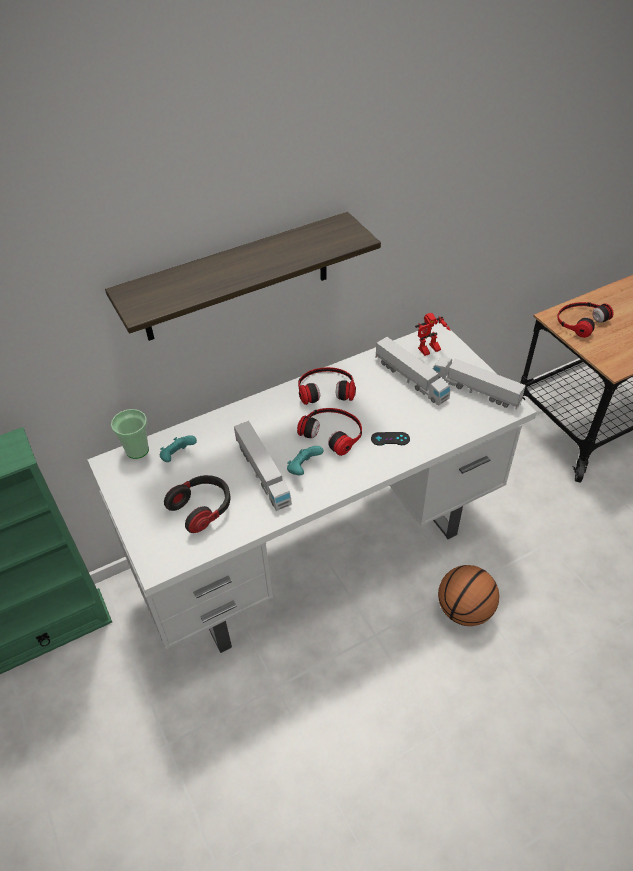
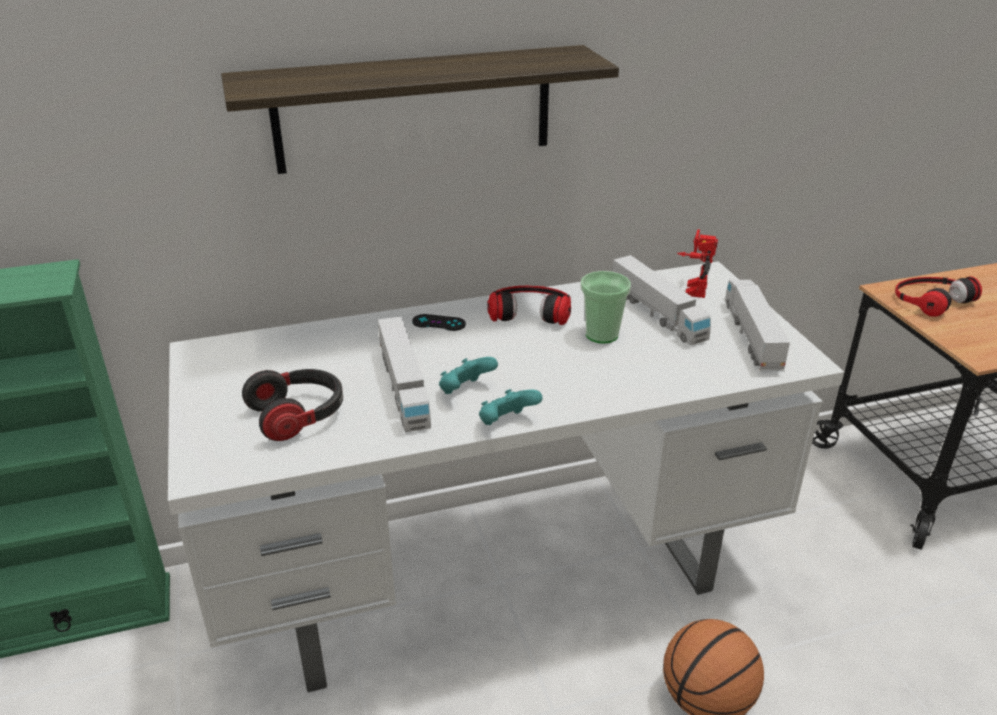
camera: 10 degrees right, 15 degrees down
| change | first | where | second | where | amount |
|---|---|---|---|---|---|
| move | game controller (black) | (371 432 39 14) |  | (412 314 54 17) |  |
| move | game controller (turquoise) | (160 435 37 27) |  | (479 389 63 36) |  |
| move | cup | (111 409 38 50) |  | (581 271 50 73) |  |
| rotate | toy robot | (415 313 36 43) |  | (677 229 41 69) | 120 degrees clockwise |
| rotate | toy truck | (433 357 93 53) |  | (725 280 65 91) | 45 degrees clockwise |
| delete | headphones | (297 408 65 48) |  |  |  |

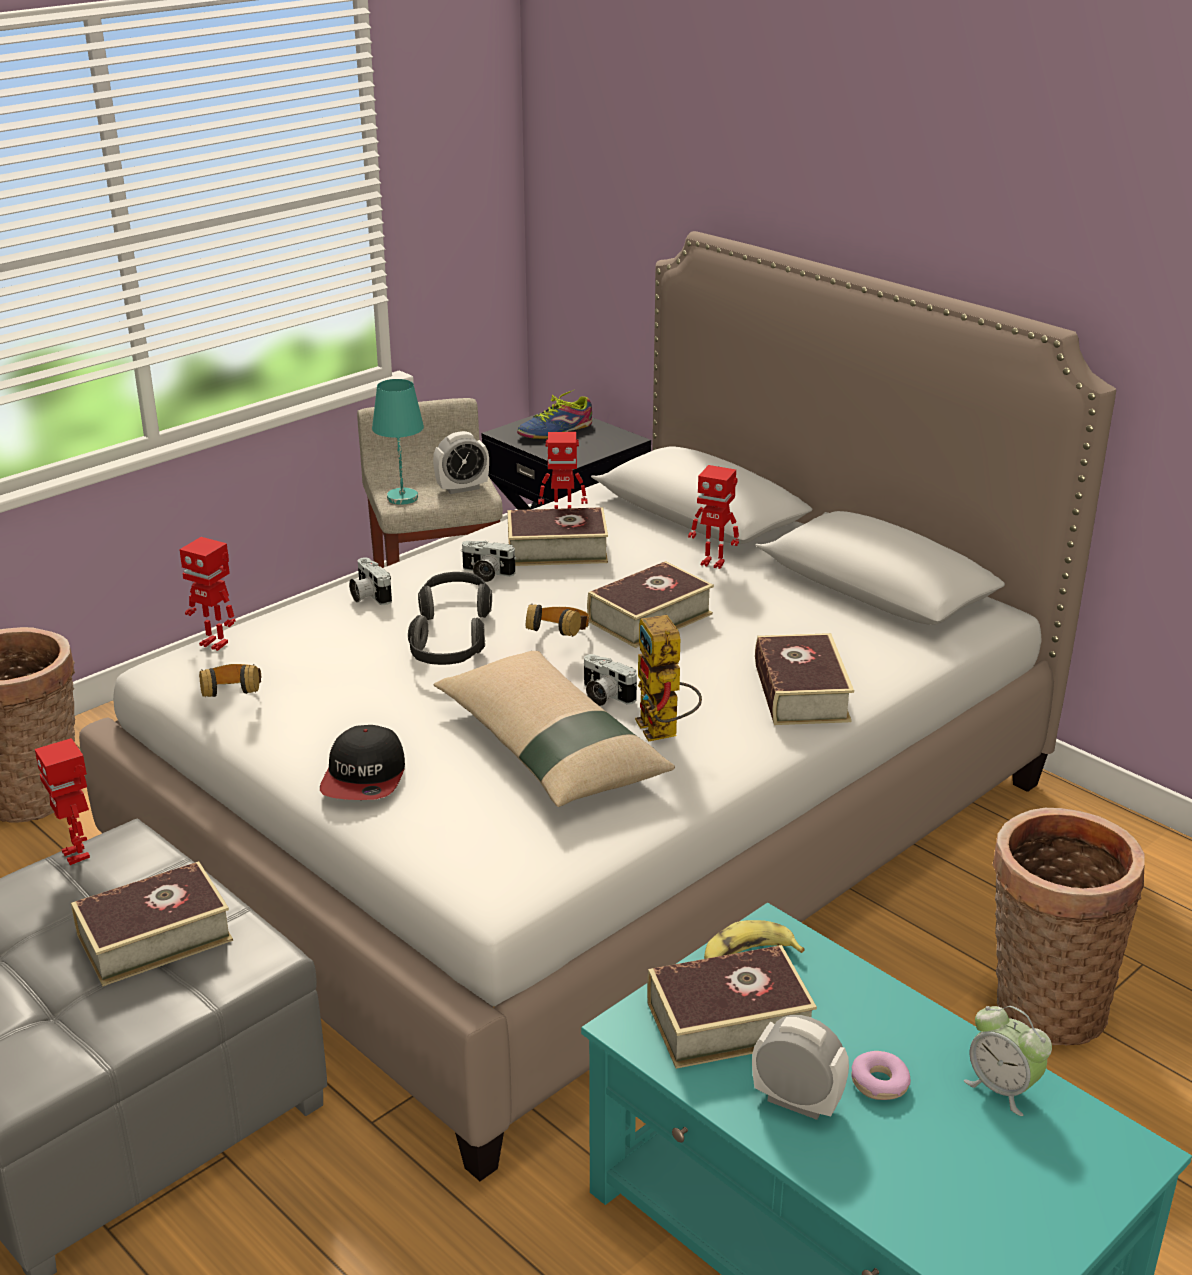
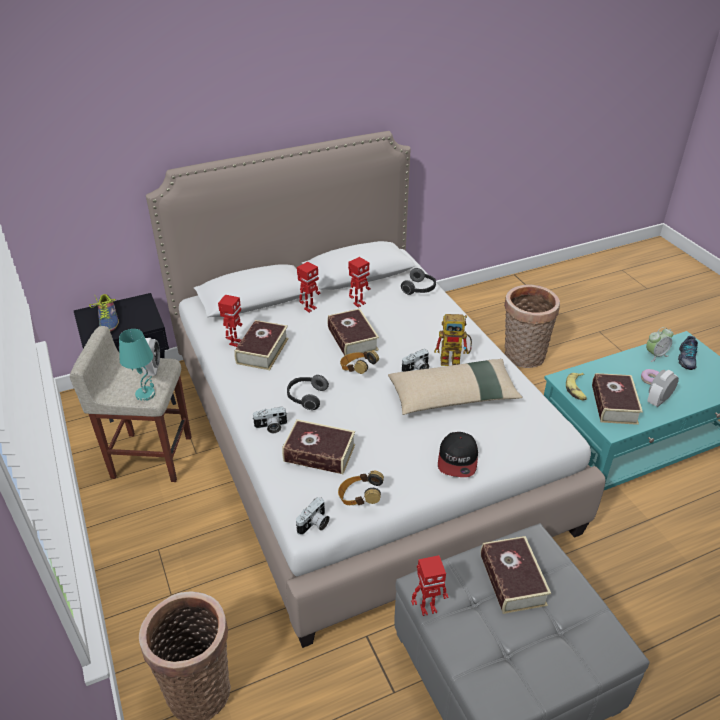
camera: 70 degrees left, 10 degrees up
| change | first | where | second | where | amount |
|---|---|---|---|---|---|
| move | book | (755 633 99 92) |  | (282 419 73 55) |  |
| move | photo camera | (461 541 56 41) |  | (296 497 34 38) |  |
| move | toy robot | (179 537 57 114) |  | (348 257 23 51) |  |
| move | headphones | (408 615 77 50) |  | (401 268 35 27) |  |
| rotate | cap | (320 725 85 75) |  | (438 432 40 45) | 75 degrees clockwise |
| insert |  |  | shoe | (678 336 20 34) |  |

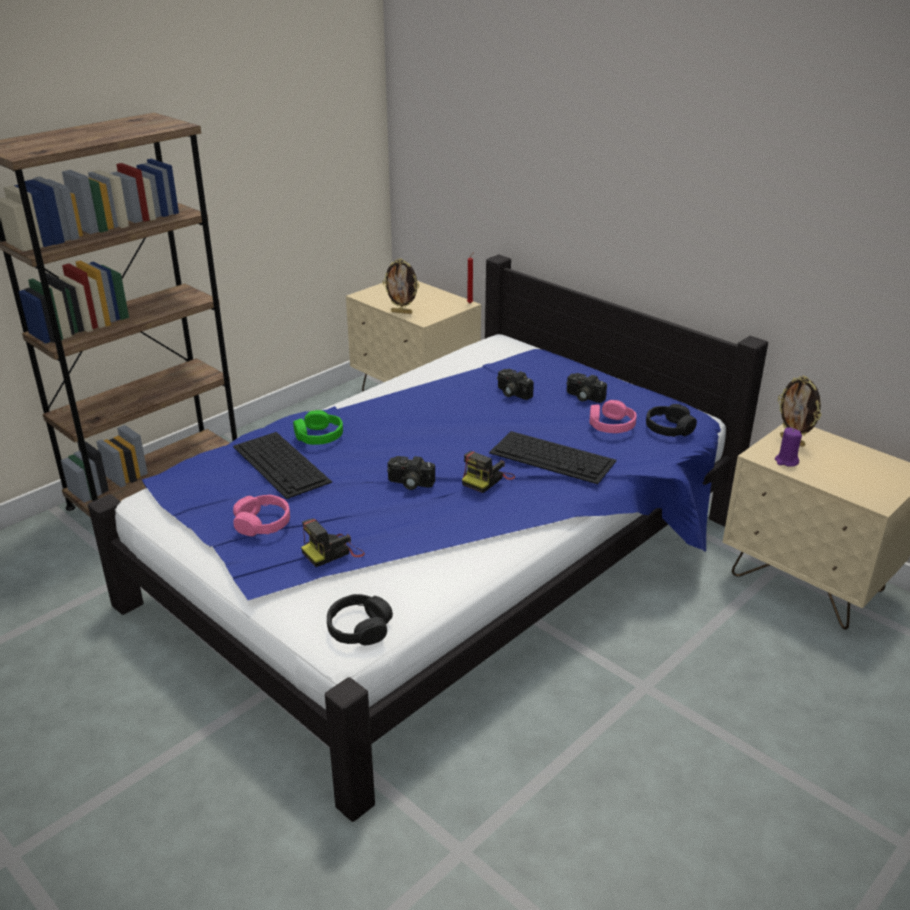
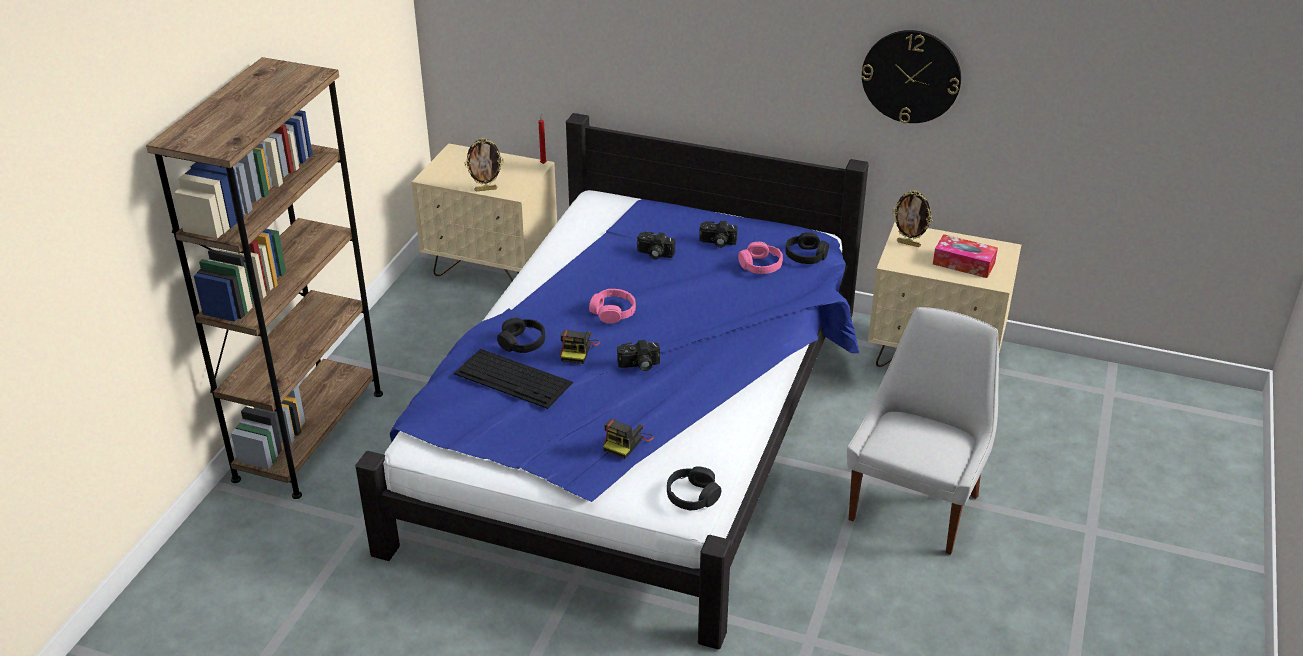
camera: 25 degrees left, 5 degrees up
| change | first | where | second | where | amount |
|---|---|---|---|---|---|
| recolor | headphones (green) | (293 410 50 35) | headphones (black) | (497 318 48 35) |  |
| move | photo camera | (462 451 53 42) |  | (559 330 41 34) |  |
| move | headphones (pink) | (233 495 57 41) |  | (589 289 47 34) |  |
| insert |  |  | chair (white) | (847 307 152 248) |  |
| insert |  |  | wall clock | (862 30 99 93) |  |
| insert |  |  | tissue box | (933 234 65 44) |  |
| delete | keyboard | (489 431 128 53) |  |  |  |
| delete | candle (purple) | (775 427 27 40) |  |  |  |

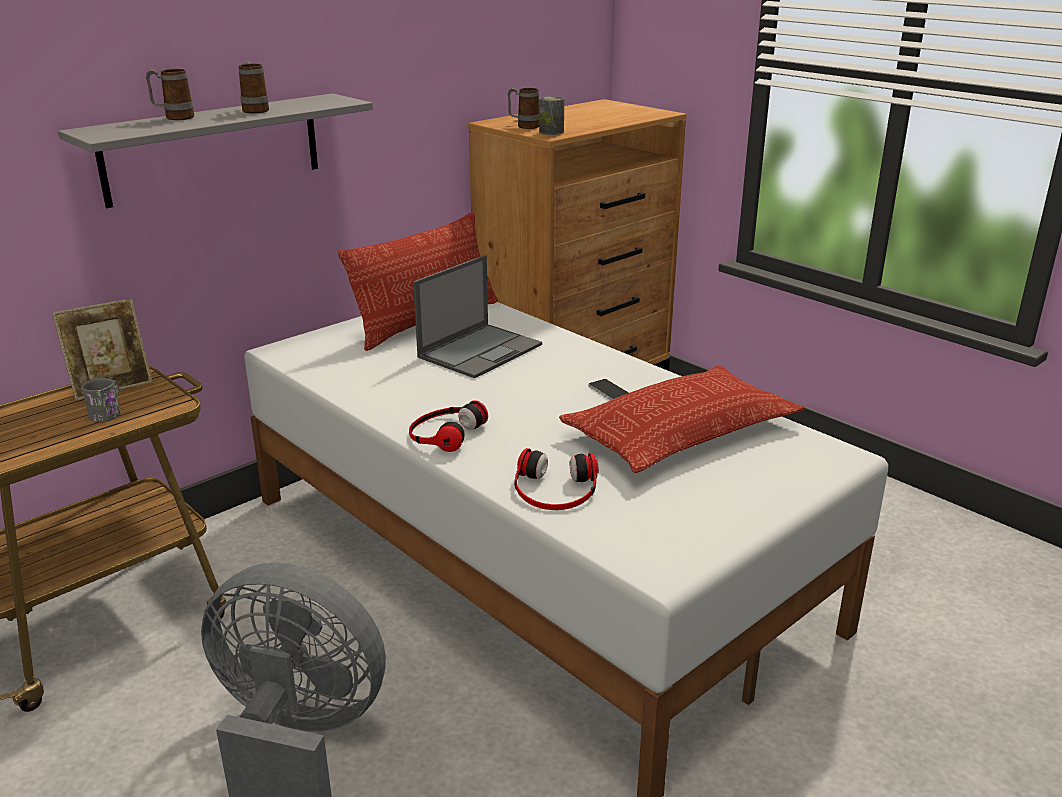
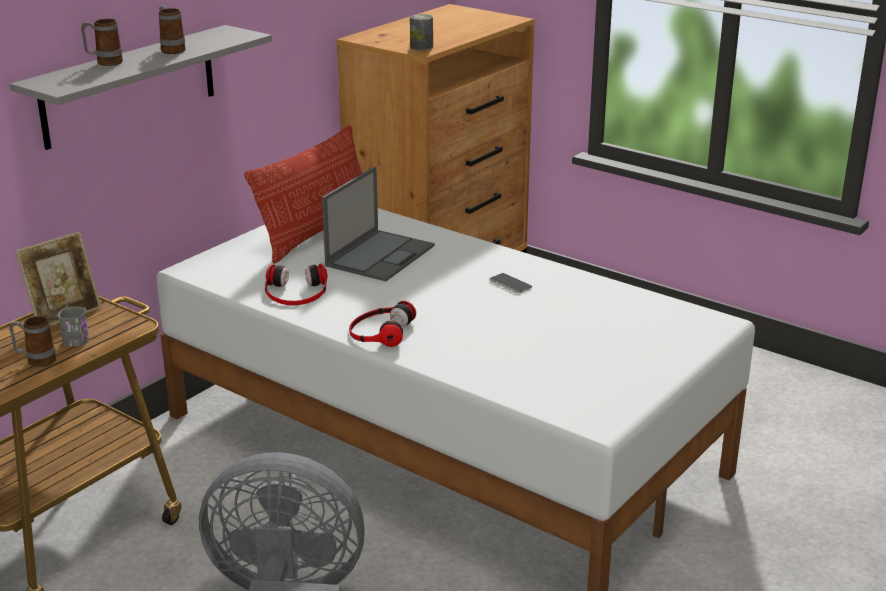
camera: 10 degrees left, 0 degrees up
| change | first | where | second | where | amount |
|---|---|---|---|---|---|
| move | mug | (508 88 31 41) |  | (9 316 47 51) |  |
| move | headphones | (514 448 85 62) |  | (265 264 63 41) |  |
| delete | pillow | (559 365 246 108) |  |  |  |

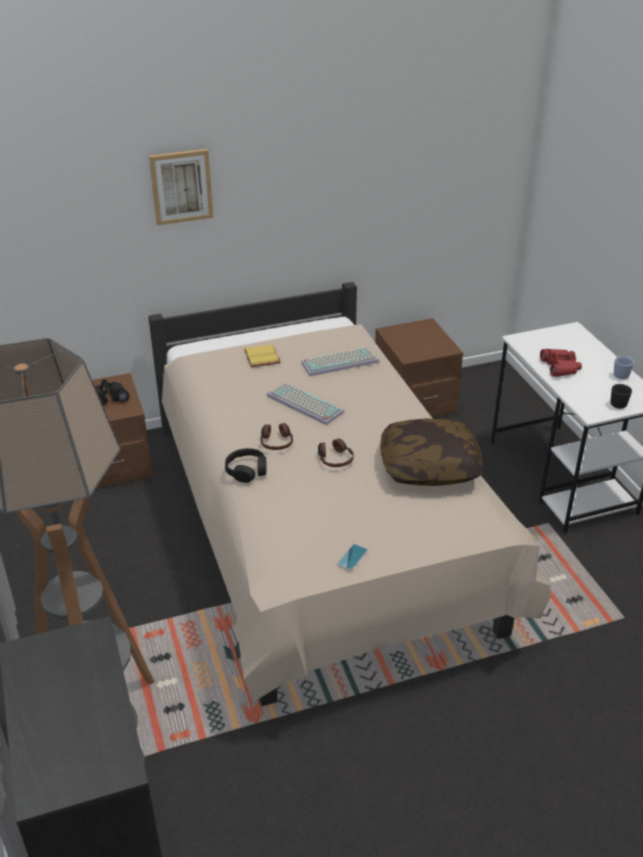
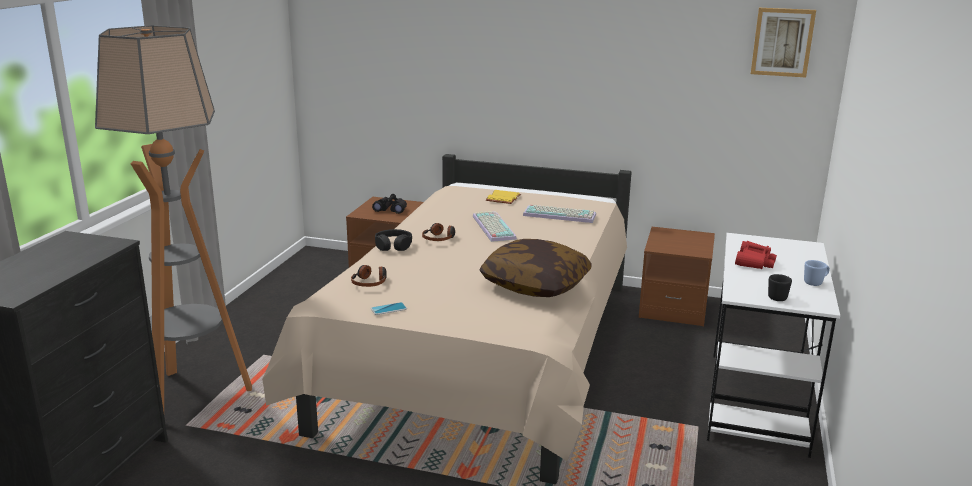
camera: 35 degrees right, 15 degrees down
| change | first | where | second | where | amount |
|---|---|---|---|---|---|
| move | headphones | (318 438 36 29) |  | (351 265 36 22) |  |
| move | picture | (149 149 64 76) |  | (751 8 65 69) |  |

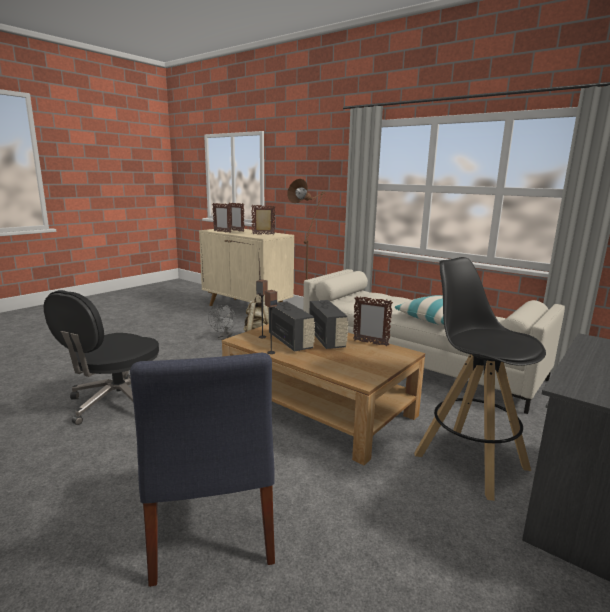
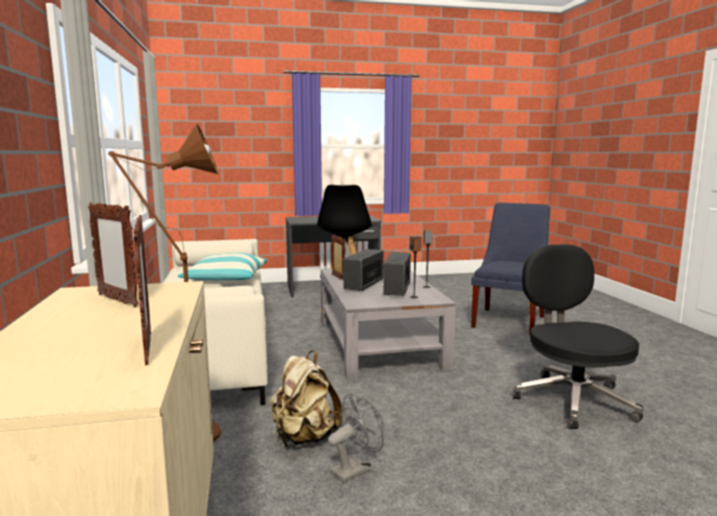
camera: 140 degrees left, 5 degrees down
| change | first | where | second | where | amount |
|---|---|---|---|---|---|
| recolor | coffee table (brown) | (222 324 203 141) | coffee table (grey) | (321 266 135 114) |  |
| rotate | office chair (black) | (44 290 115 135) |  | (512 244 132 185) | 75 degrees counterclockwise |
| delete | picture frame | (228 203 16 29) |  |  |  |

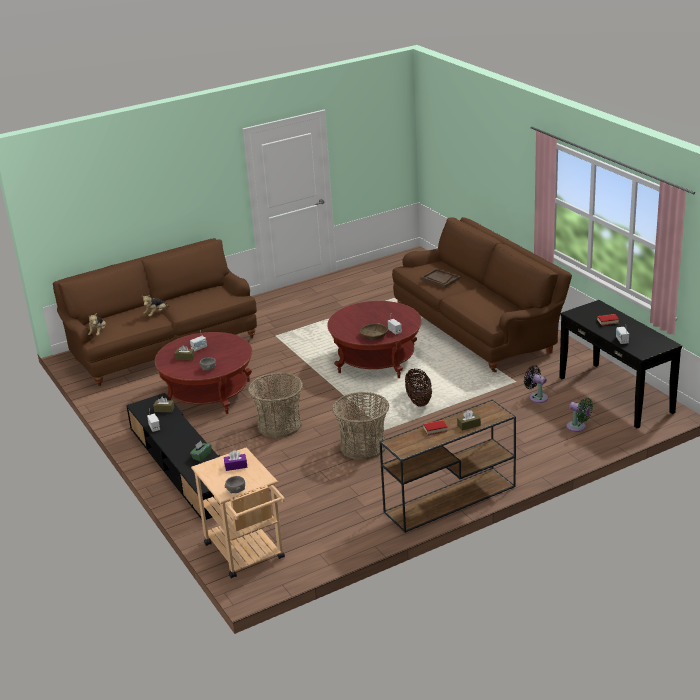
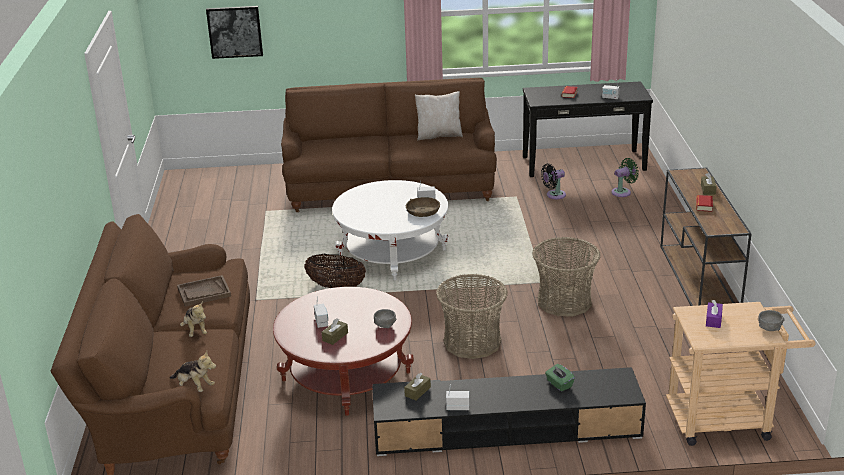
camera: 65 degrees left, 0 degrees up
| change | first | where | second | where | amount |
|---|---|---|---|---|---|
| move | tray (brown) | (421 269 40 19) |  | (177 275 54 32) |  |
| insert |  |  | picture | (206 6 57 53) |  |
| move | basket | (405 368 27 39) |  | (304 254 62 34) |  |
| recolor | coffee table (red) | (327 301 95 77) | coffee table (white) | (332 180 117 100) |  |
| insert |  |  | pillow (beige) | (415 91 48 50) |  |

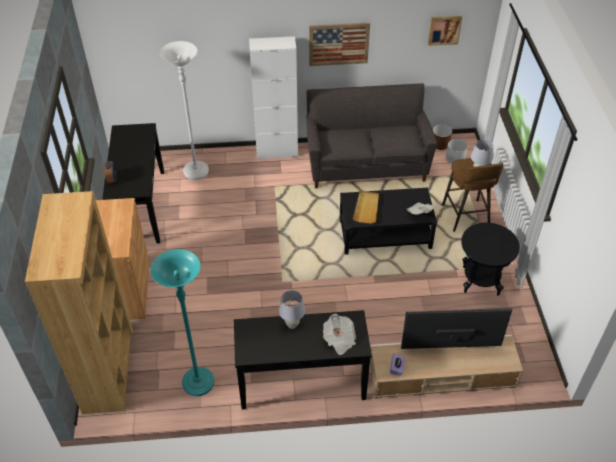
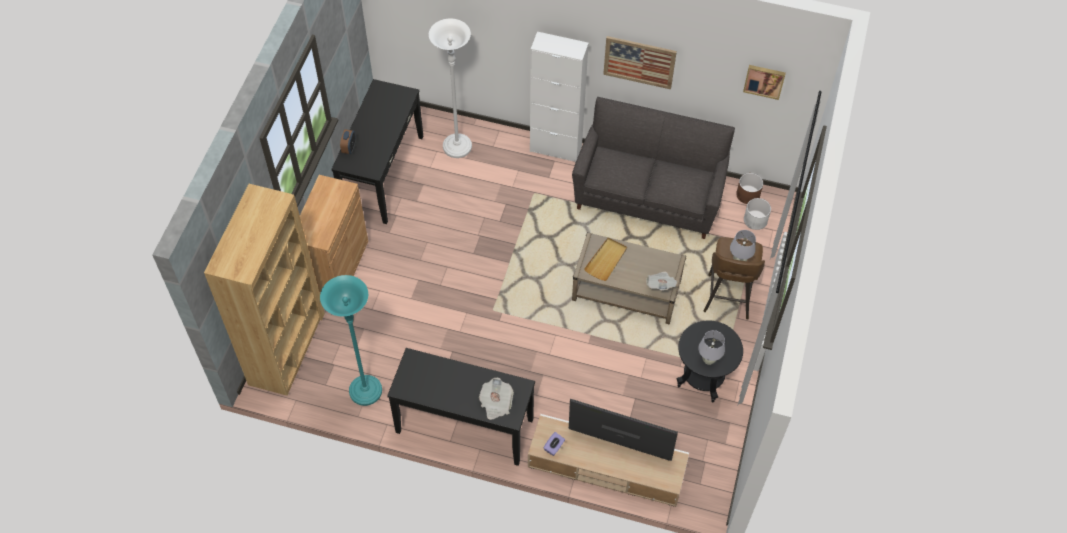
camera: 20 degrees right, 10 degrees up
| change | first | where | second | where | amount |
|---|---|---|---|---|---|
| recolor | coffee table (black) | (339 187 98 68) | coffee table (beige) | (572 232 114 92) |  |
| move | table lamp (white) | (279 290 26 39) |  | (698 330 27 35) |  |

